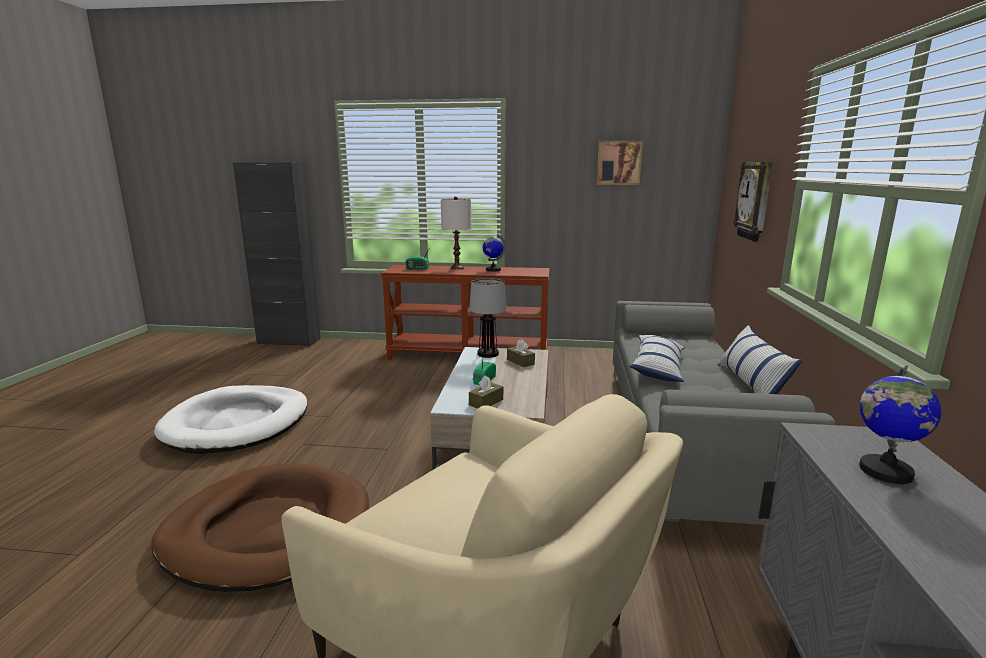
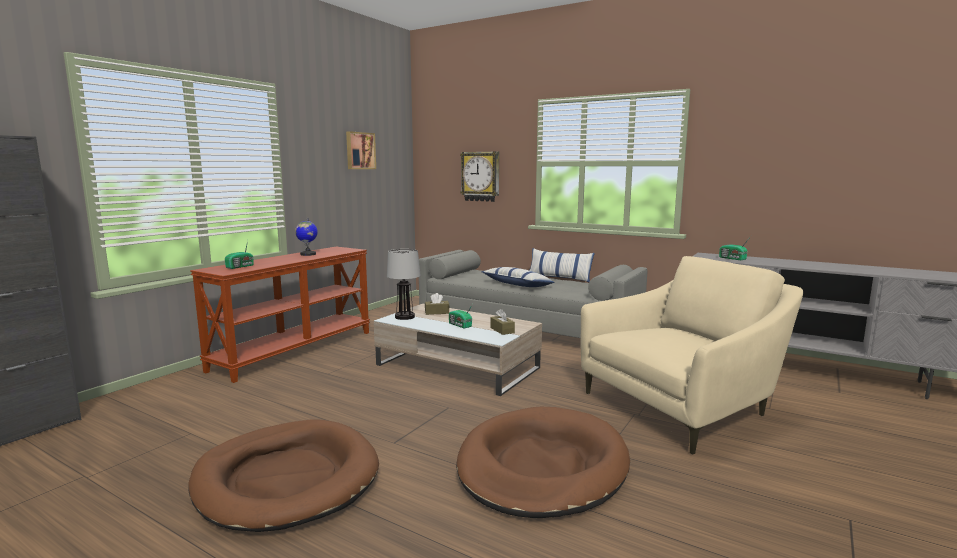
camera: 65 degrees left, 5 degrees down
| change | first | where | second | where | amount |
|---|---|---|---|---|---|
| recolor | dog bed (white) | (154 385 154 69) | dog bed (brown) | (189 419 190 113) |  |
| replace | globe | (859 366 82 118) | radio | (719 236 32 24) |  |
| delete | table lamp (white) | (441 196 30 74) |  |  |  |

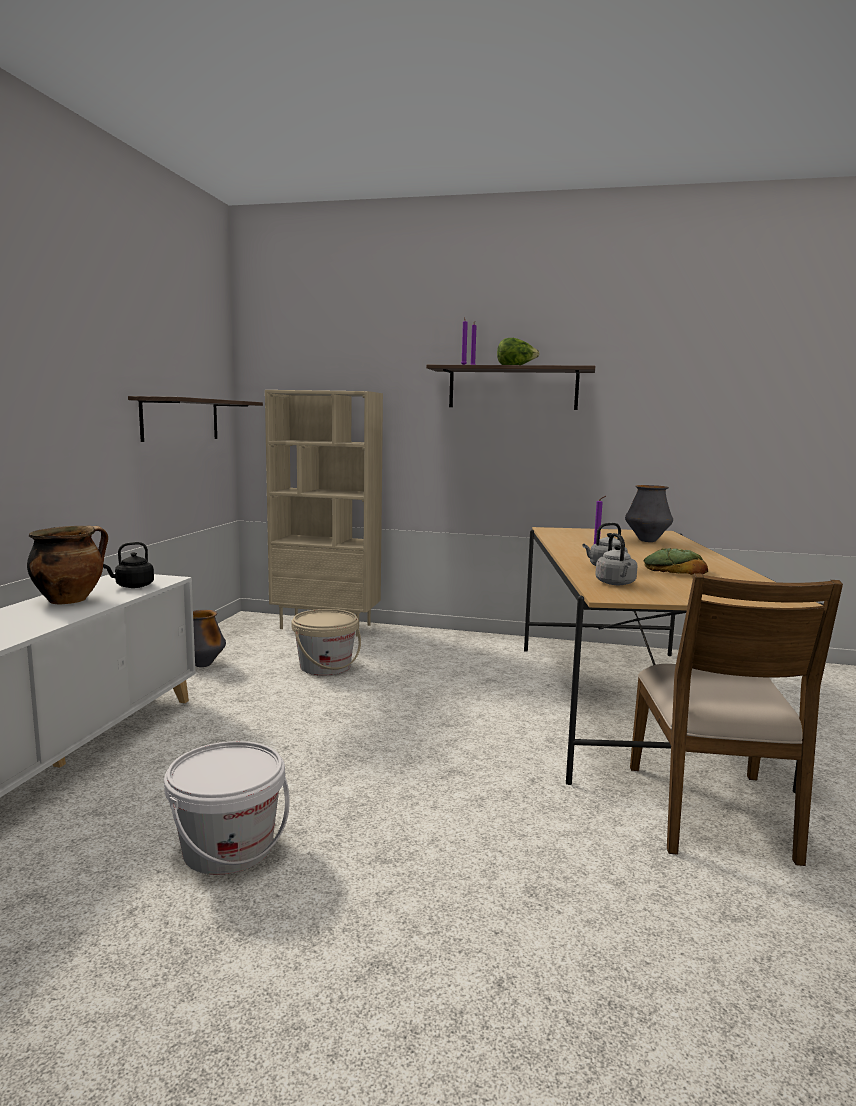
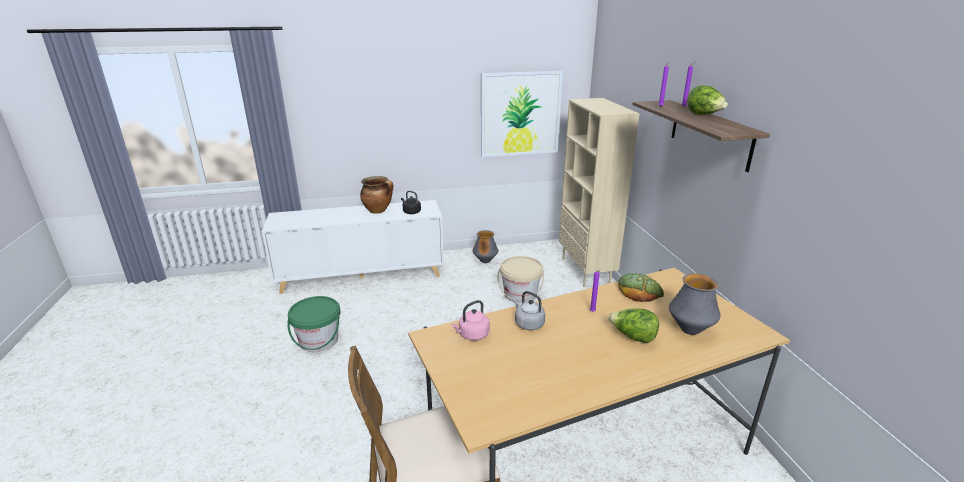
camera: 65 degrees right, 15 degrees up
| change | first | where | second | where | amount |
|---|---|---|---|---|---|
| recolor | bucket (white) | (164 741 126 134) | bucket (green) | (288 296 52 56) |  |
| recolor | kettle (grey) | (595 533 42 52) | kettle (pink) | (451 300 39 41) |  |
| replace | shelf | (128 396 135 46) | picture | (481 71 82 86) |  |
| insert |  |  | lettuce | (609 308 50 35) |  |
| move | bread | (643 548 65 27) |  | (618 273 46 29) |  |

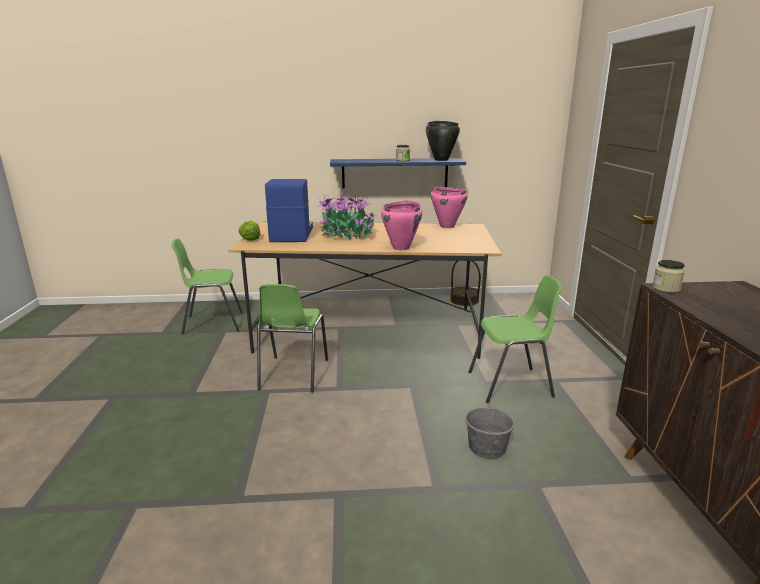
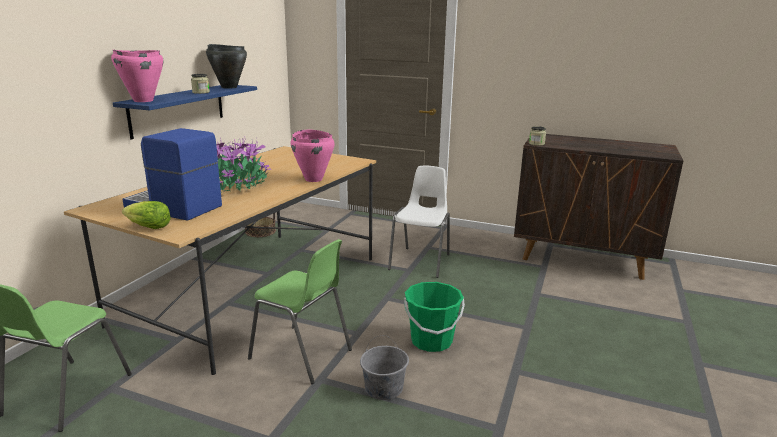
camera: 65 degrees left, 0 degrees up
| change | first | where | second | where | amount |
|---|---|---|---|---|---|
| move | cooking pot (pink) | (431 187 36 41) |  | (111 50 52 52) |  |
| move | bucket (grey) | (465 396 50 63) |  | (360 335 49 65) |  |
| recolor | chair (green) | (469 275 94 128) | chair (white) | (388 166 62 112) |  |
| insert |  |  | bucket (green) | (404 282 61 70) |  |

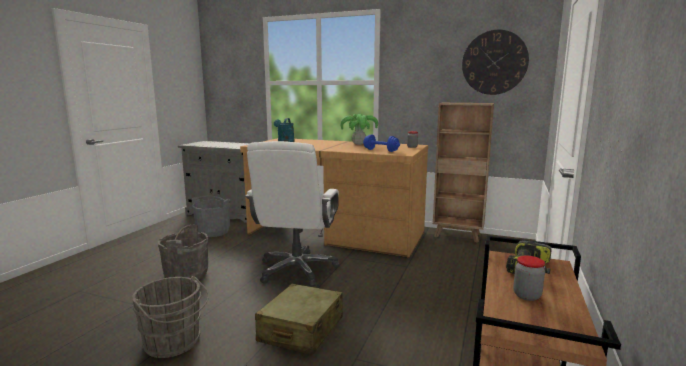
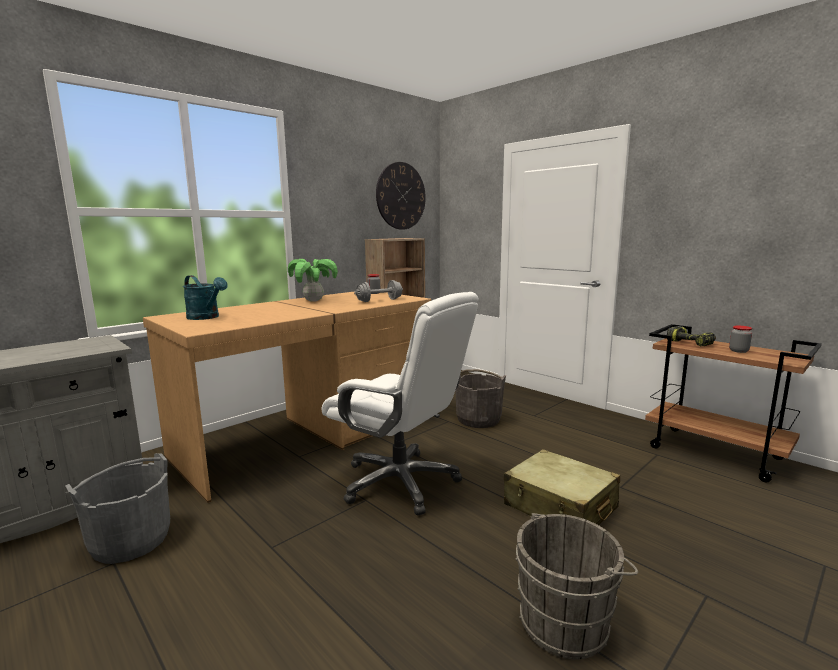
camera: 65 degrees left, 0 degrees up
| change | first | where | second | where | amount |
|---|---|---|---|---|---|
| recolor | dumbbell (blue) | (363 135 37 17) | dumbbell (grey) | (354 280 49 22) |  |
| move | bucket (grey) | (158 224 50 56) |  | (455 369 51 59) |  |

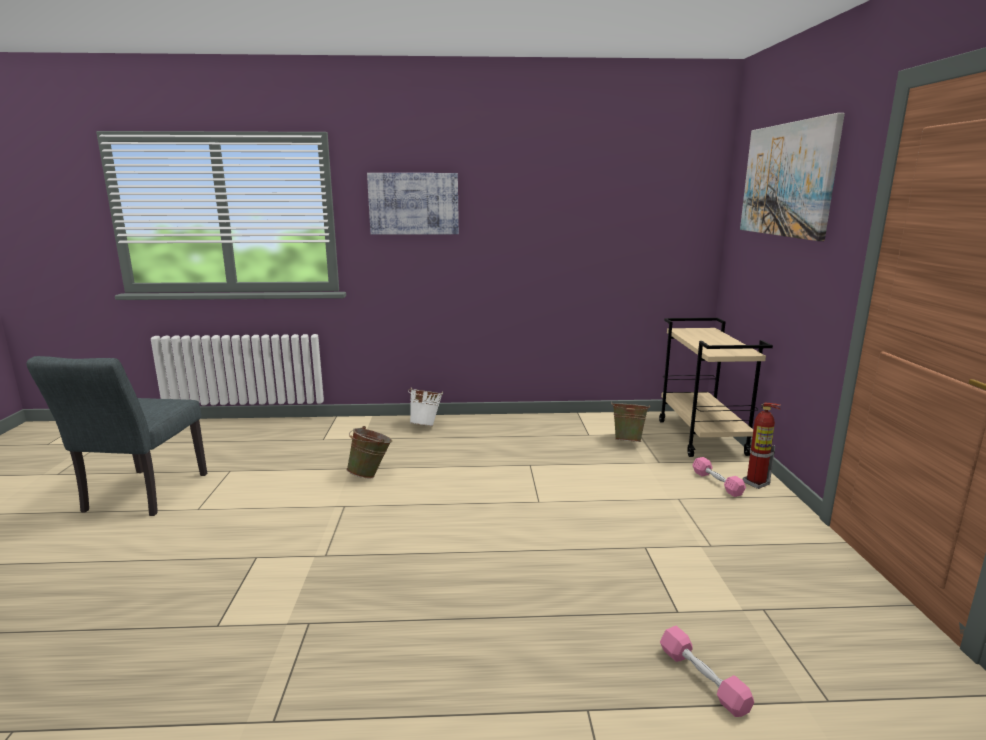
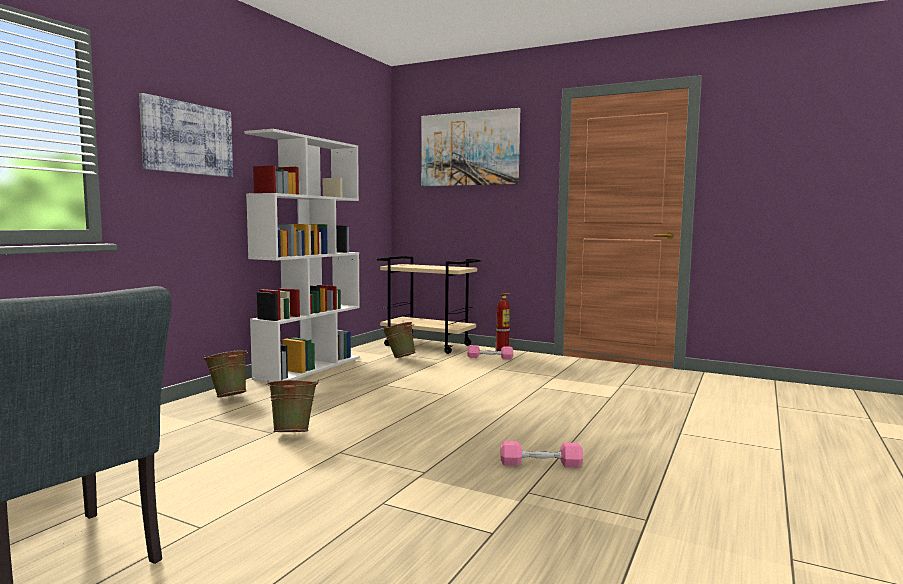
camera: 60 degrees left, 10 degrees down
| change | first | where | second | where | amount |
|---|---|---|---|---|---|
| recolor | bucket (white) | (408 387 35 39) | bucket (green) | (203 350 45 47) |  |
| insert |  |  | bookcase (white) | (244 129 116 254) |  |
| move | dumbbell (pink) | (660 626 94 91) |  | (500 441 83 27) |  |

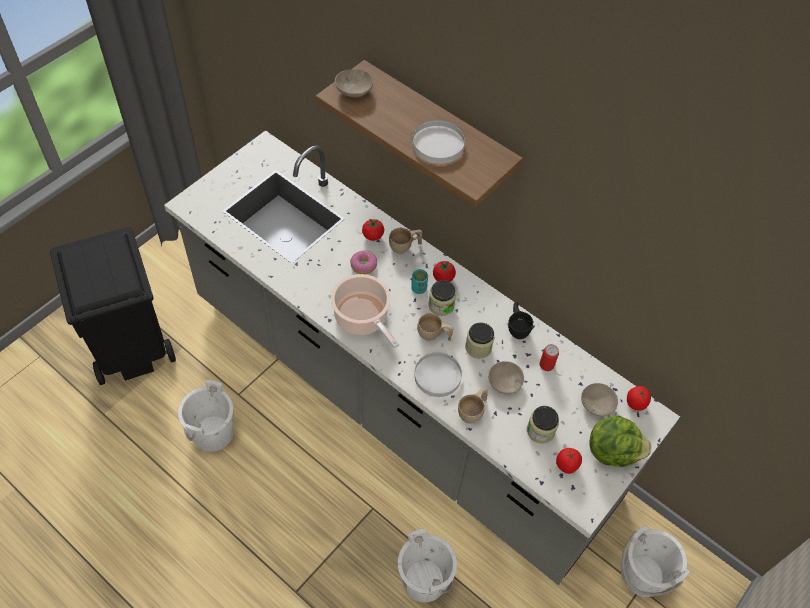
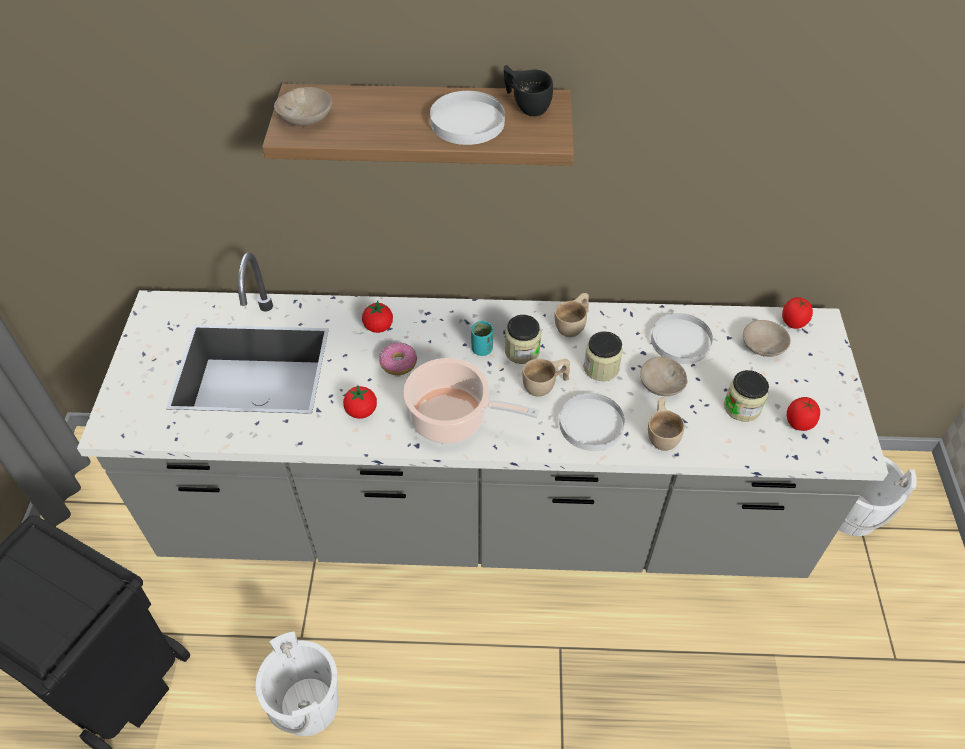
camera: 35 degrees left, 5 degrees down
| change | first | where | second | where | amount |
|---|---|---|---|---|---|
| move | tomato | (433 261 23 21) |  | (343 385 34 34) |  |
| move | cup (black) | (508 302 25 37) |  | (504 65 49 51) |  |
| move | cup (beige) | (389 228 33 26) |  | (555 293 34 44) |  |
| replace | can | (539 344 20 27) | plate (white) | (651 313 62 51) |  |
| delete | bucket (white) | (398 528 59 74) |  |  |  |
| delete | lettuce | (589 415 63 52) |  |  |  |

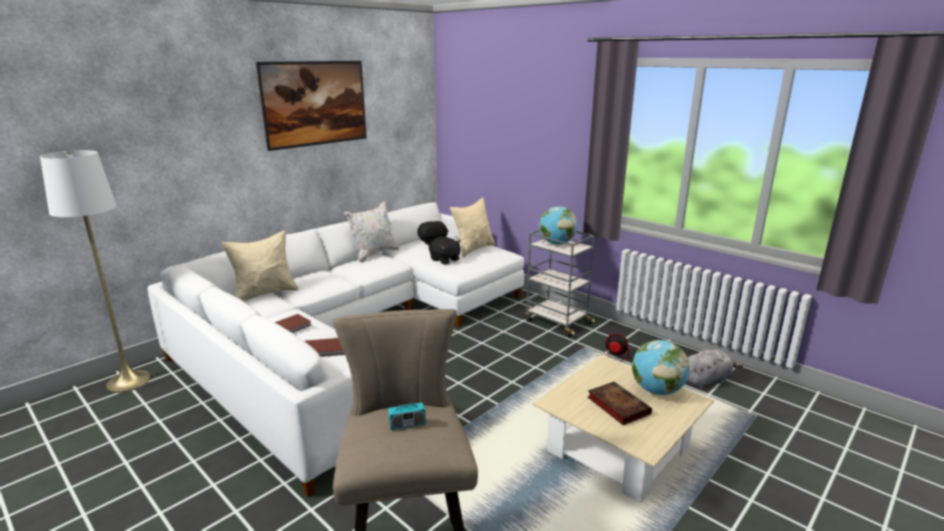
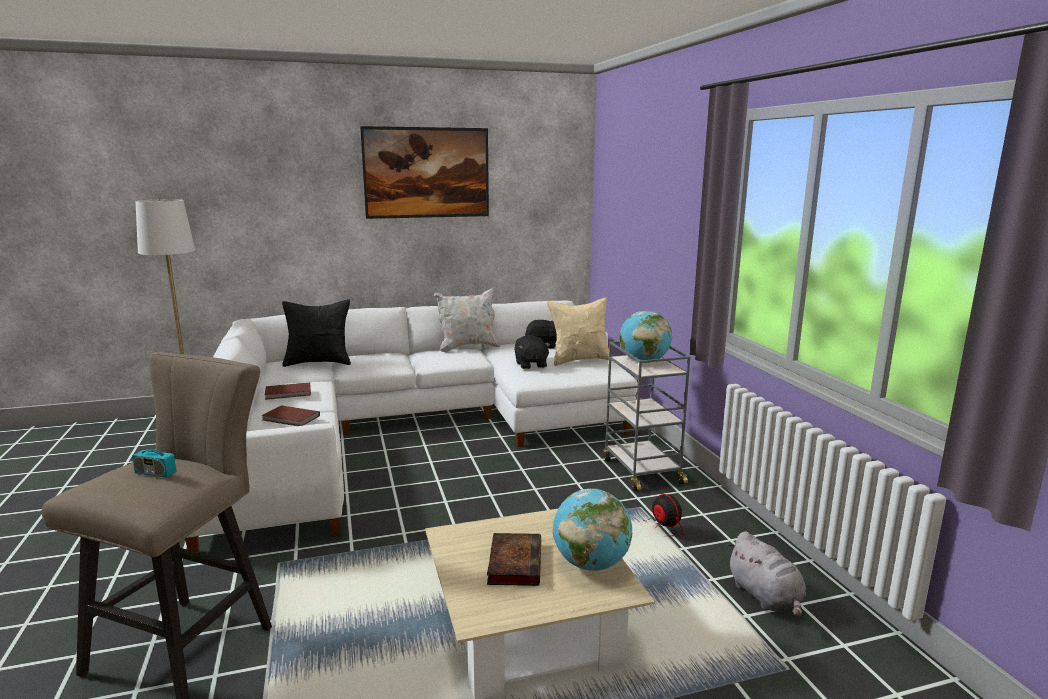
camera: 30 degrees right, 5 degrees down
| change | first | where | second | where | amount |
|---|---|---|---|---|---|
| recolor | pillow (beige) | (221 230 78 72) | pillow (black) | (282 300 69 67) |  |
| rotate | plush toy (grey) | (687 349 56 40) |  | (727 531 79 87) | 60 degrees clockwise |

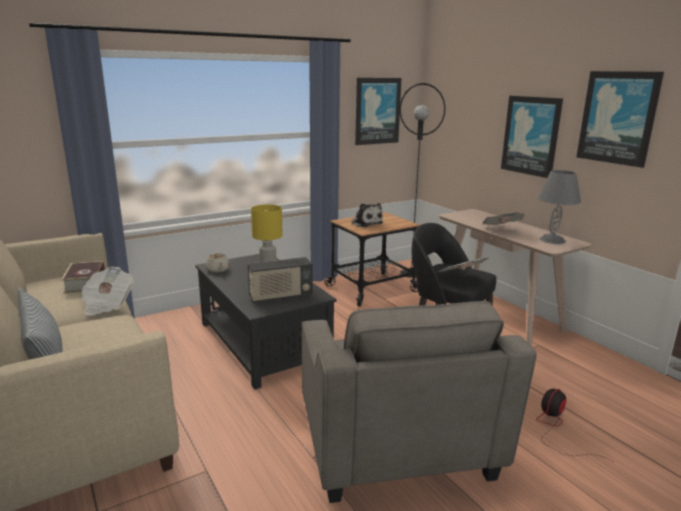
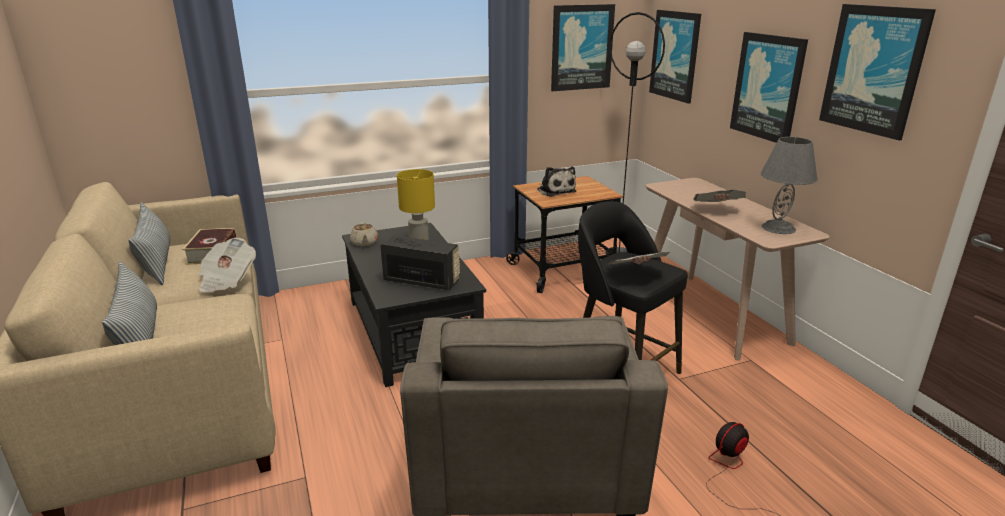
camera: 10 degrees right, 5 degrees up
| change | first | where | second | where | amount |
|---|---|---|---|---|---|
| insert |  |  | pillow | (128 202 42 83) |  |
| rotate | radio | (248 257 65 45) |  | (381 236 79 55) | 150 degrees counterclockwise |
| insert |  |  | picture | (649 10 52 94) |  |

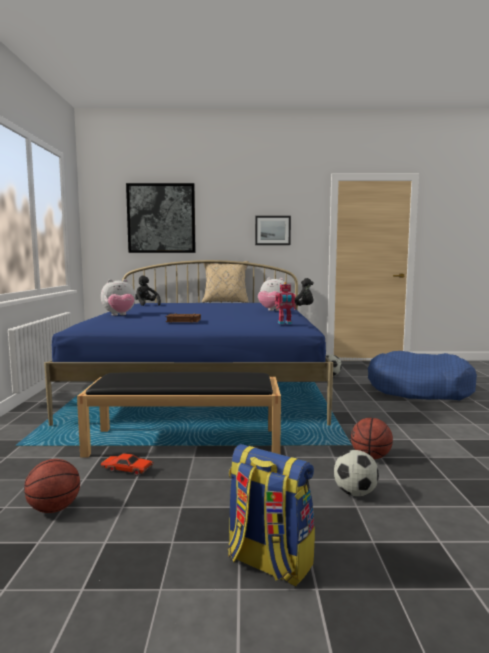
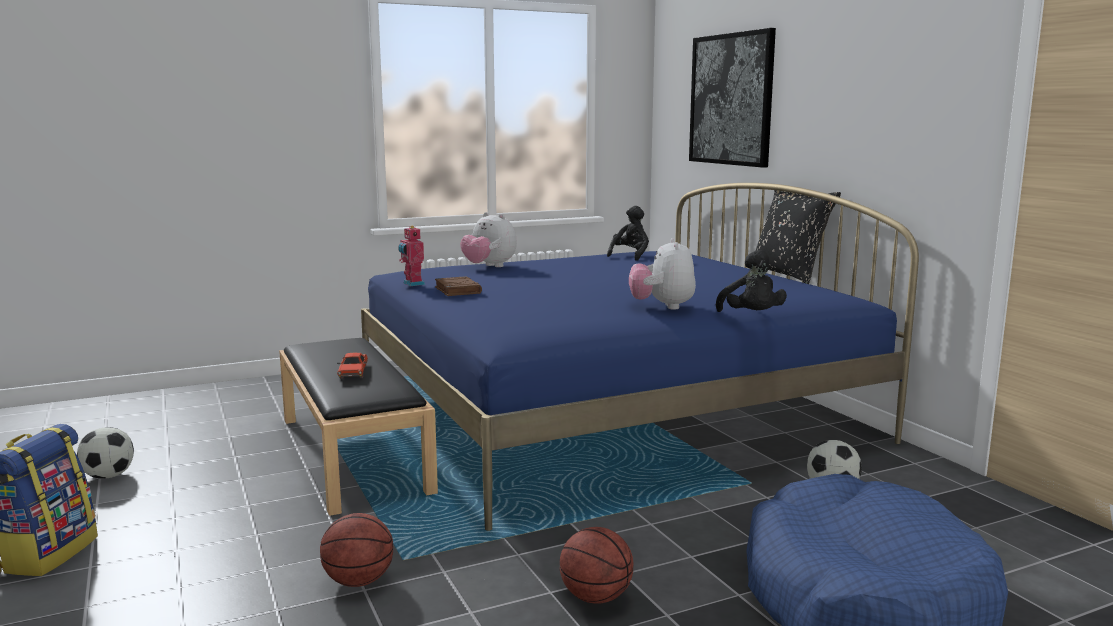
camera: 65 degrees right, 5 degrees up
| change | first | where | second | where | amount |
|---|---|---|---|---|---|
| move | football | (334 450 45 46) |  | (77 427 57 52) |  |
| move | toy car (red) | (100 454 53 22) |  | (337 353 31 26) |  |
| move | toy robot | (275 282 21 42) |  | (398 226 27 60) |  |
| move | basketball | (24 459 56 54) |  | (560 527 73 77) |  |
| recolor | pillow (beige) | (202 261 47 42) | pillow (black) | (756 190 85 94) |  |
| delete | picture | (255 216 36 29) |  |  |  |

